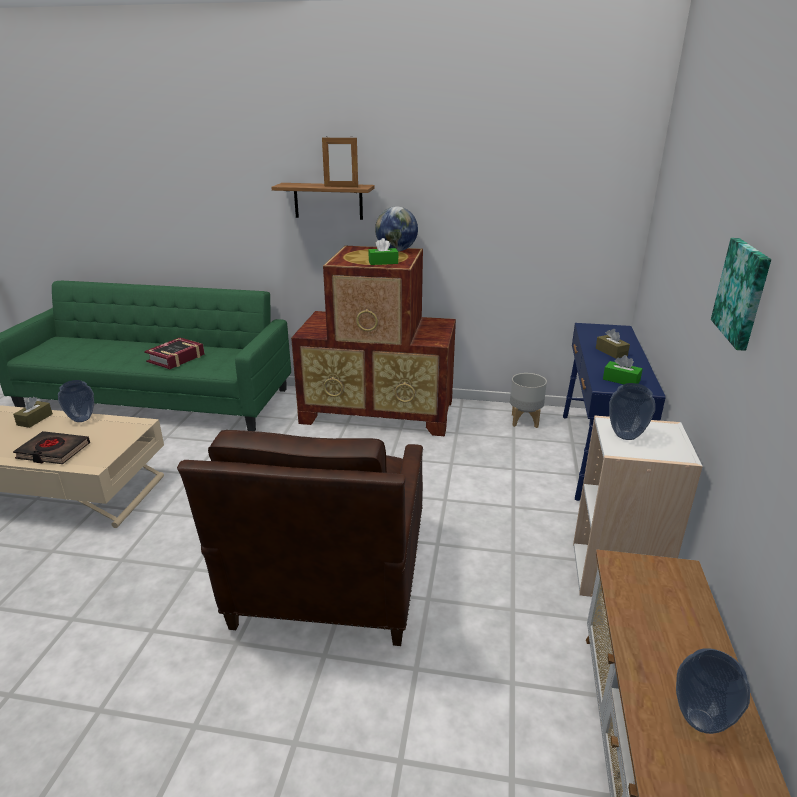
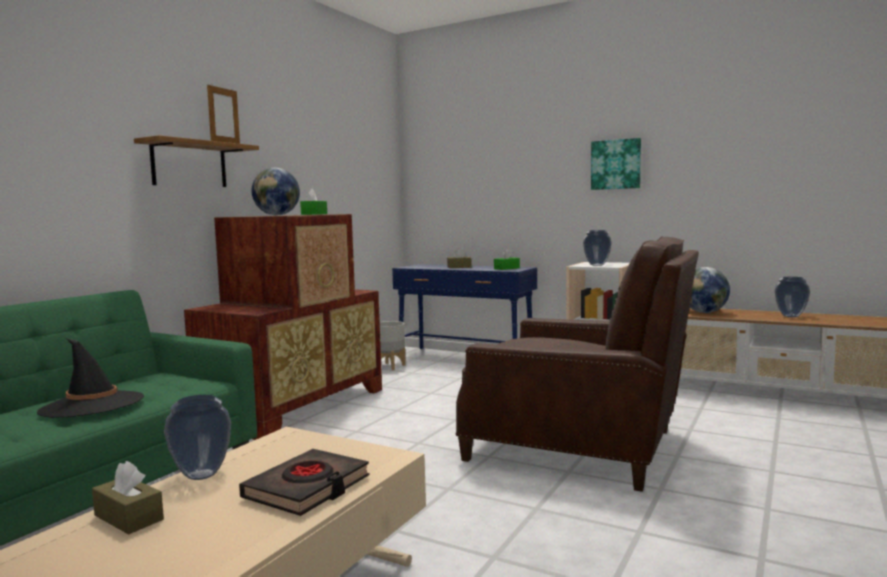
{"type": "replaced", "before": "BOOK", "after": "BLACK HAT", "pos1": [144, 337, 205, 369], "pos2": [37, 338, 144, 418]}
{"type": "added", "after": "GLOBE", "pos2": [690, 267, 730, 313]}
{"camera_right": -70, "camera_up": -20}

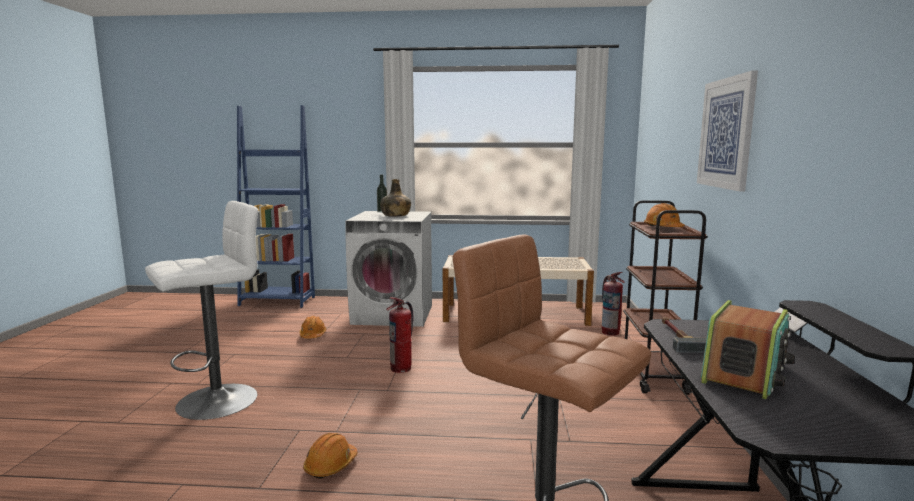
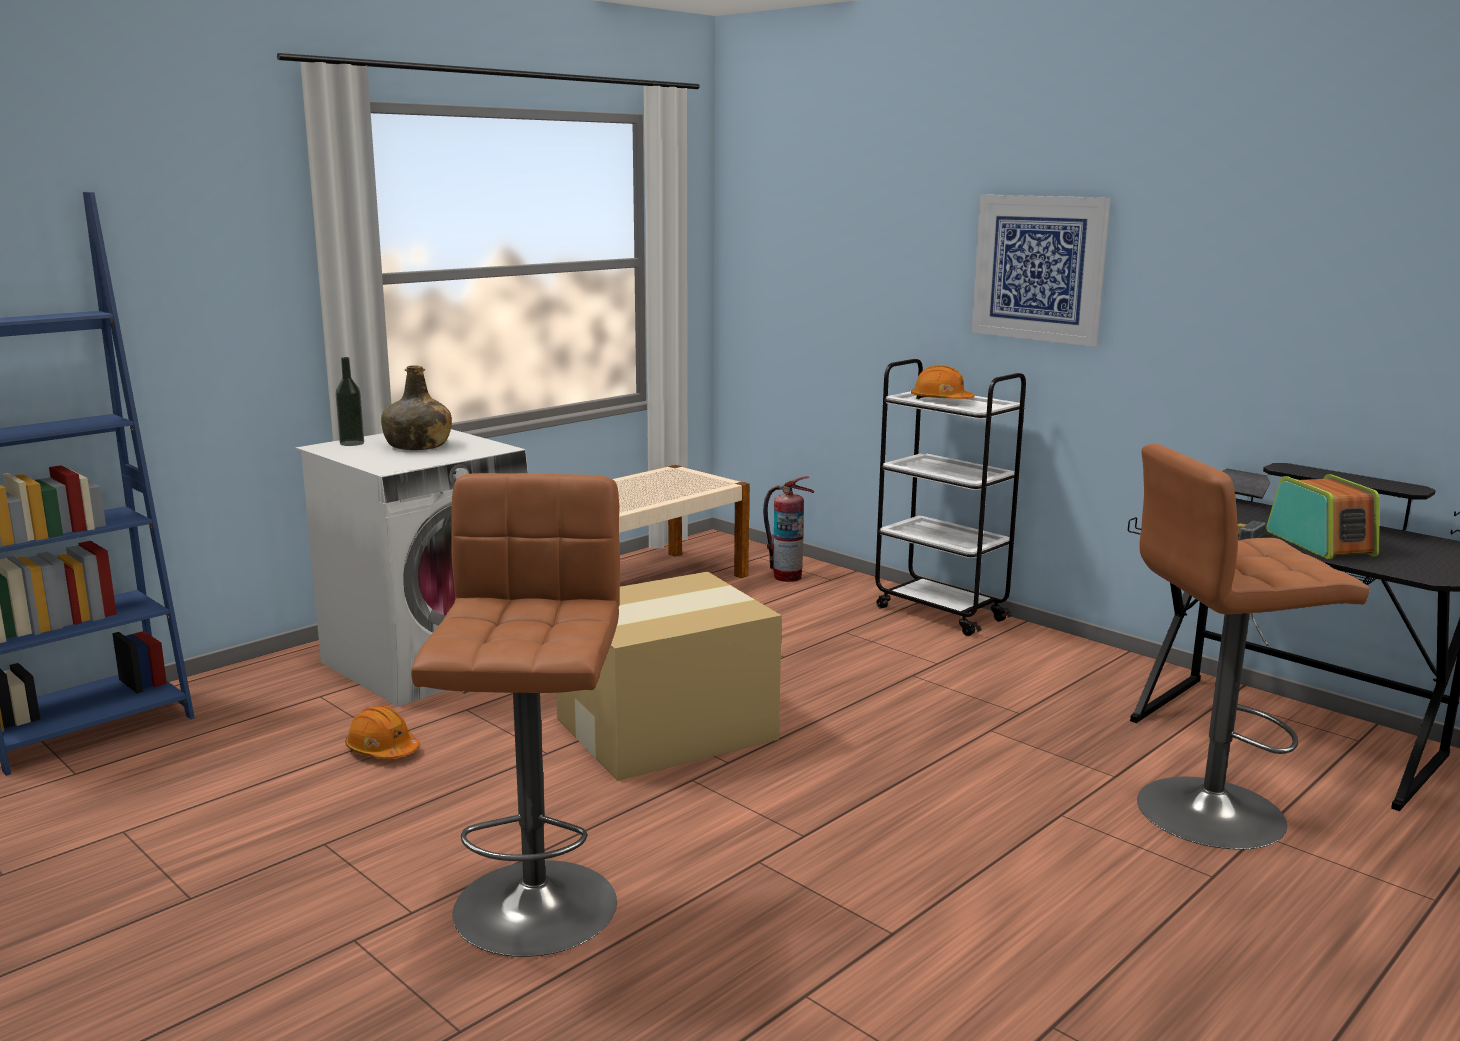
{"type": "recoloured", "before": "BROWN CART", "after": "WHITE CART", "pos1": [623, 200, 708, 395], "pos2": [875, 359, 1026, 636]}
{"type": "recoloured", "before": "WHITE STOOL", "after": "BROWN STOOL", "pos1": [145, 201, 258, 420], "pos2": [411, 473, 620, 957]}
{"type": "replaced", "before": "FIRE EXTINGUISHER", "after": "CARDBOARD BOX", "pos1": [386, 297, 414, 373], "pos2": [556, 572, 782, 781]}
{"type": "removed", "before": "ORANGE HARD HAT", "pos1": [303, 433, 358, 479]}
{"camera_right": -50, "camera_up": 5}

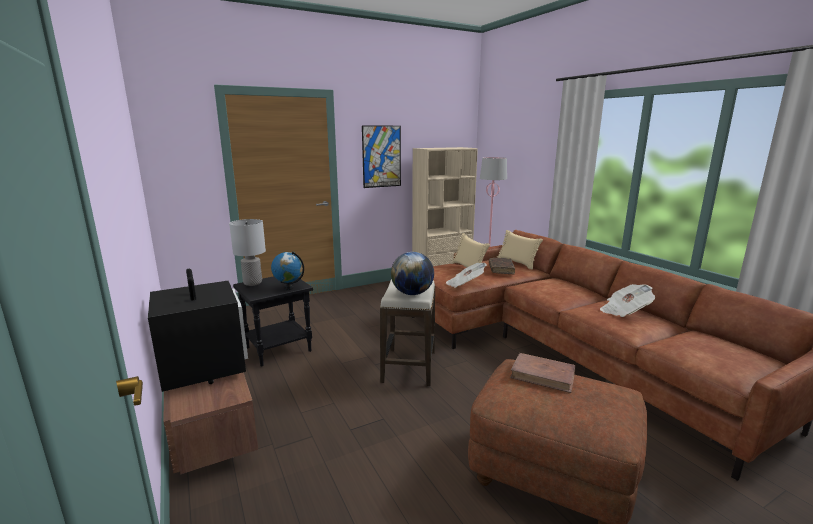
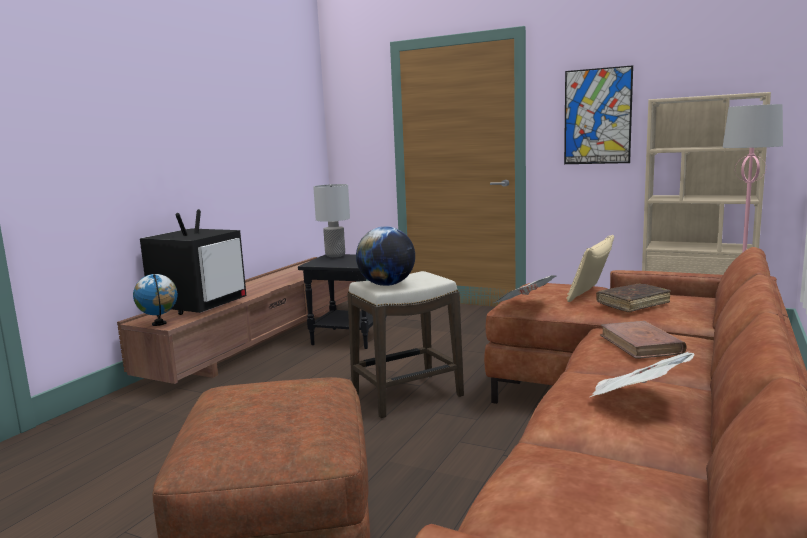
{"type": "removed", "before": "BEIGE PILLOW", "pos1": [497, 230, 543, 270]}
{"type": "moved", "before": "GLOBE", "pos1": [271, 252, 304, 290], "pos2": [133, 274, 178, 326]}
{"type": "moved", "before": "BROWN BOOK", "pos1": [510, 353, 576, 393], "pos2": [600, 321, 687, 359]}
{"camera_right": 55, "camera_up": -5}

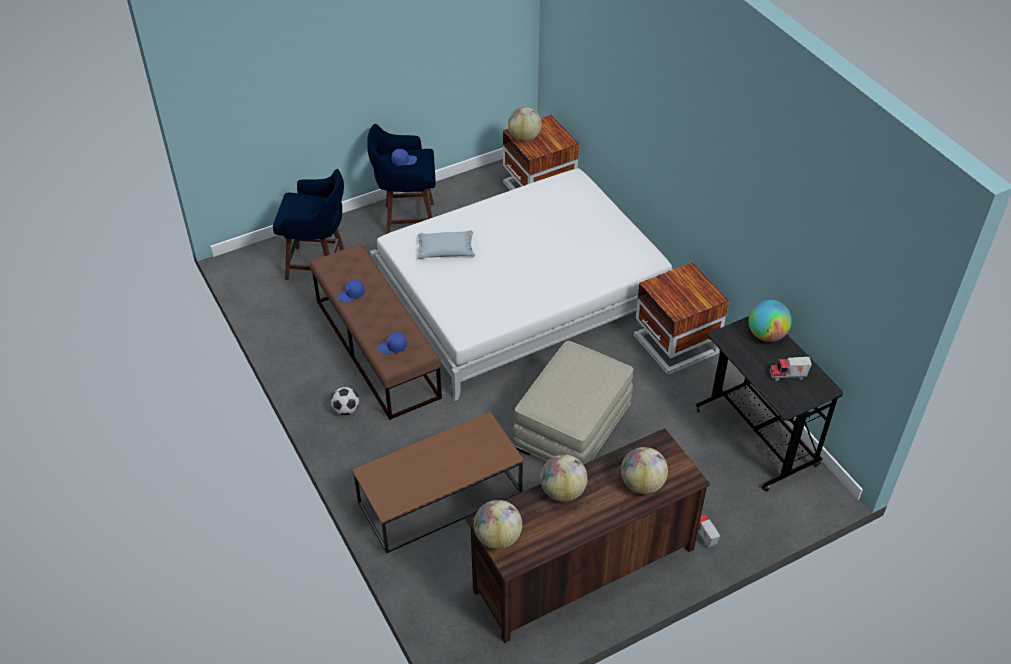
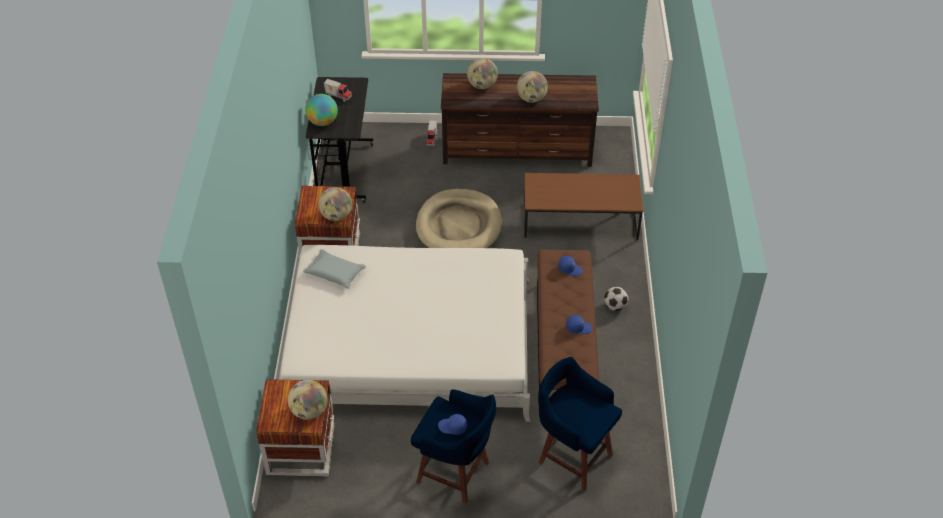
{"type": "moved", "before": "BLUE PILLOW", "pos1": [418, 230, 475, 259], "pos2": [303, 249, 366, 289]}
{"type": "replaced", "before": "BEIGE OTTOMAN", "after": "BEIGE DOG BED", "pos1": [513, 341, 633, 464], "pos2": [416, 189, 502, 248]}
{"type": "moved", "before": "GLOBE", "pos1": [474, 500, 522, 549], "pos2": [318, 187, 352, 221]}
{"camera_right": -150, "camera_up": 0}

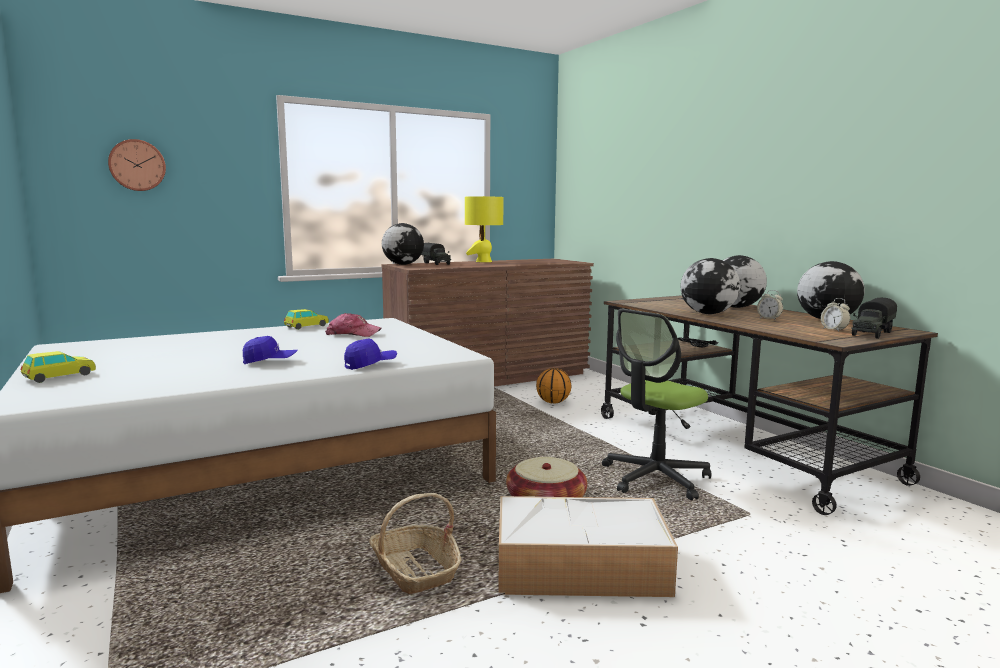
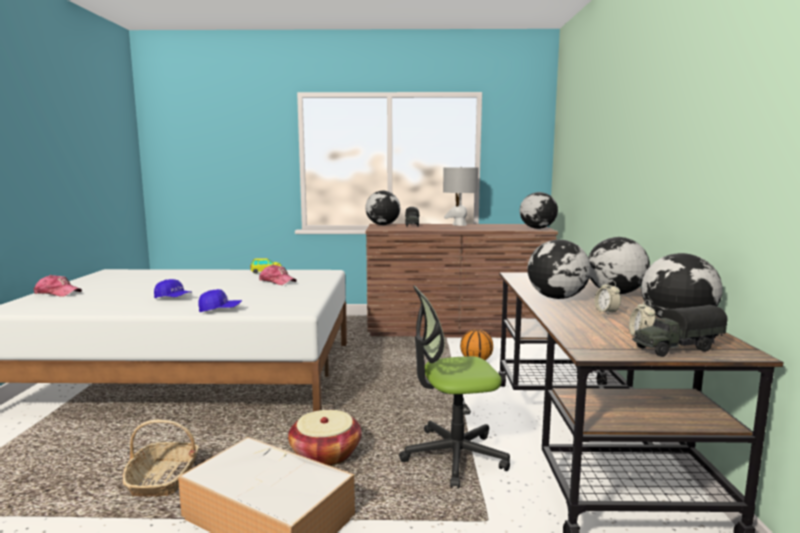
{"type": "removed", "before": "WALL CLOCK", "pos1": [108, 139, 166, 191]}
{"type": "recoloured", "before": "YELLOW TABLE LAMP", "after": "GREY TABLE LAMP", "pos1": [465, 196, 504, 262], "pos2": [443, 167, 479, 226]}
{"type": "replaced", "before": "TOY CAR", "after": "CAP", "pos1": [21, 351, 96, 383], "pos2": [34, 275, 82, 297]}
{"type": "added", "after": "GLOBE", "pos2": [520, 192, 558, 229]}
{"camera_right": 30, "camera_up": 0}

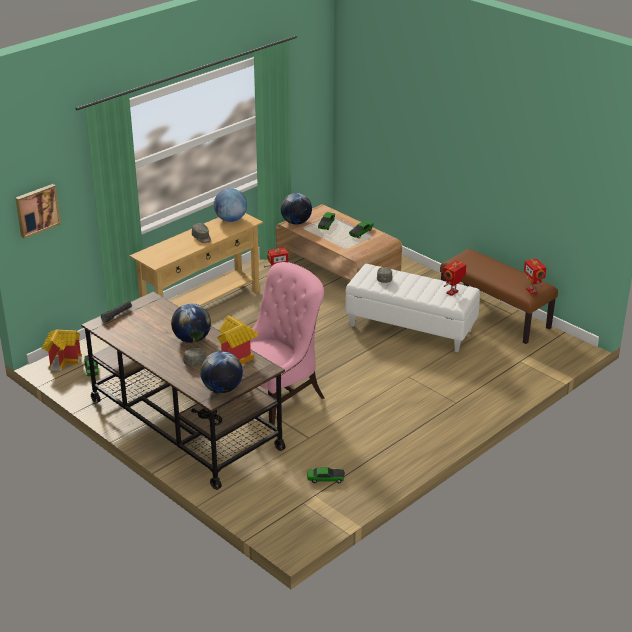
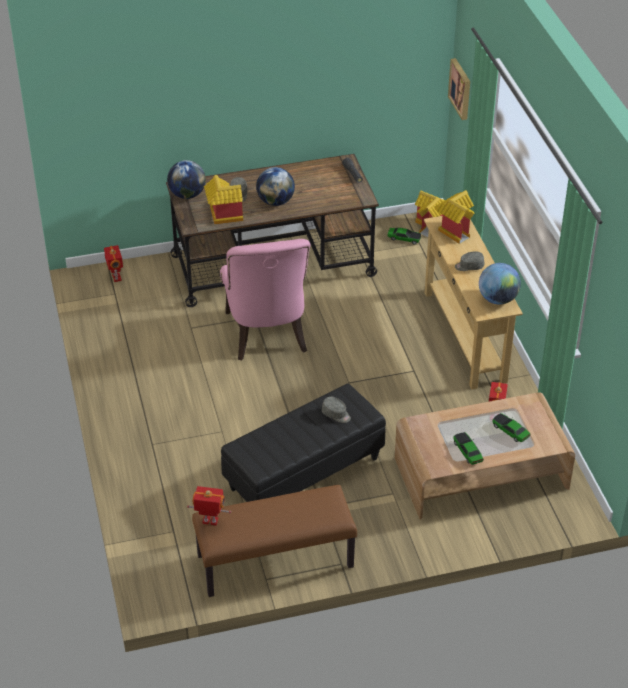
{"type": "removed", "before": "GLOBE", "pos1": [281, 193, 312, 224]}
{"type": "moved", "before": "TOY ROBOT", "pos1": [443, 260, 466, 296], "pos2": [104, 245, 123, 282]}
{"type": "recoloured", "before": "WHITE OTTOMAN", "after": "BLACK OTTOMAN", "pos1": [345, 264, 480, 352], "pos2": [221, 383, 386, 502]}
{"type": "removed", "before": "TOY CAR", "pos1": [307, 467, 345, 483]}
{"type": "added", "after": "TOY HOUSE", "pos2": [435, 190, 475, 244]}
{"camera_right": 120, "camera_up": 10}

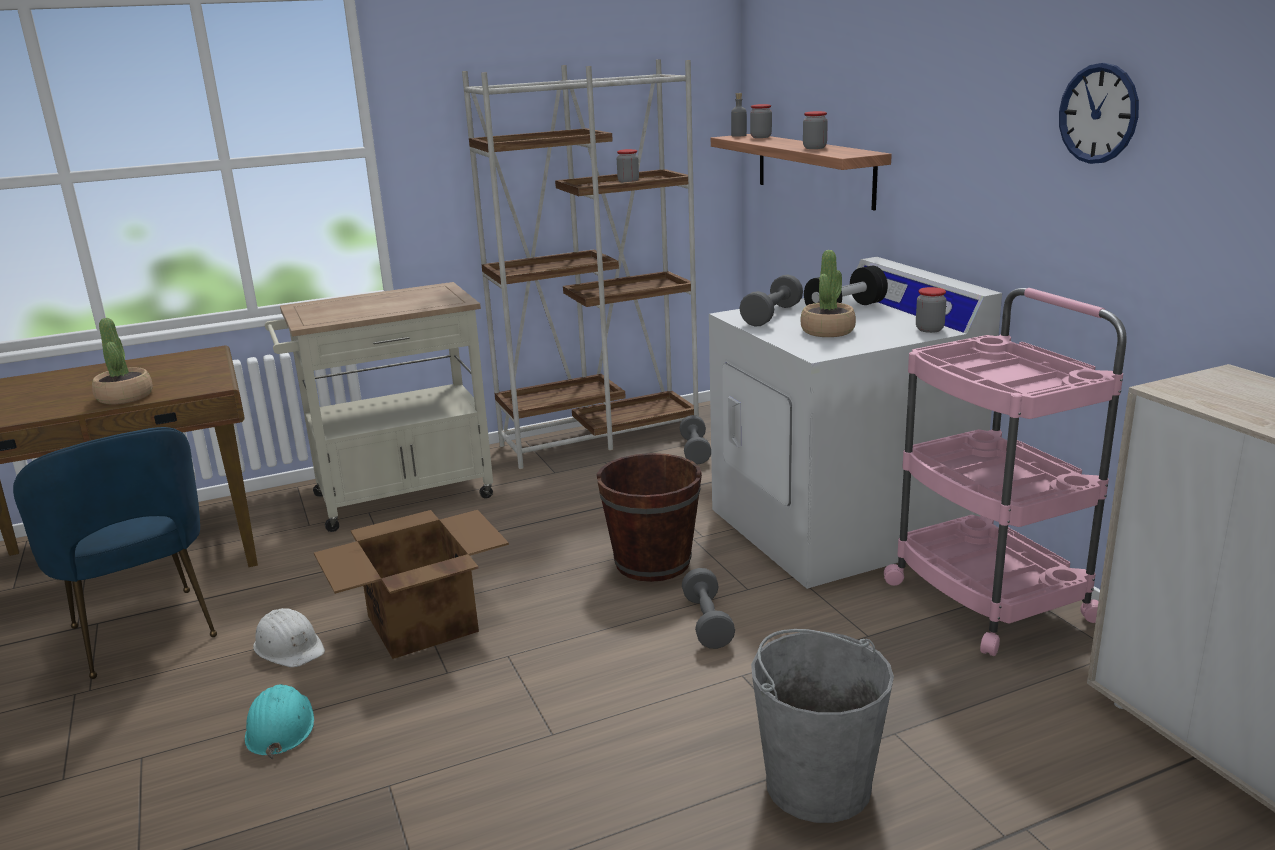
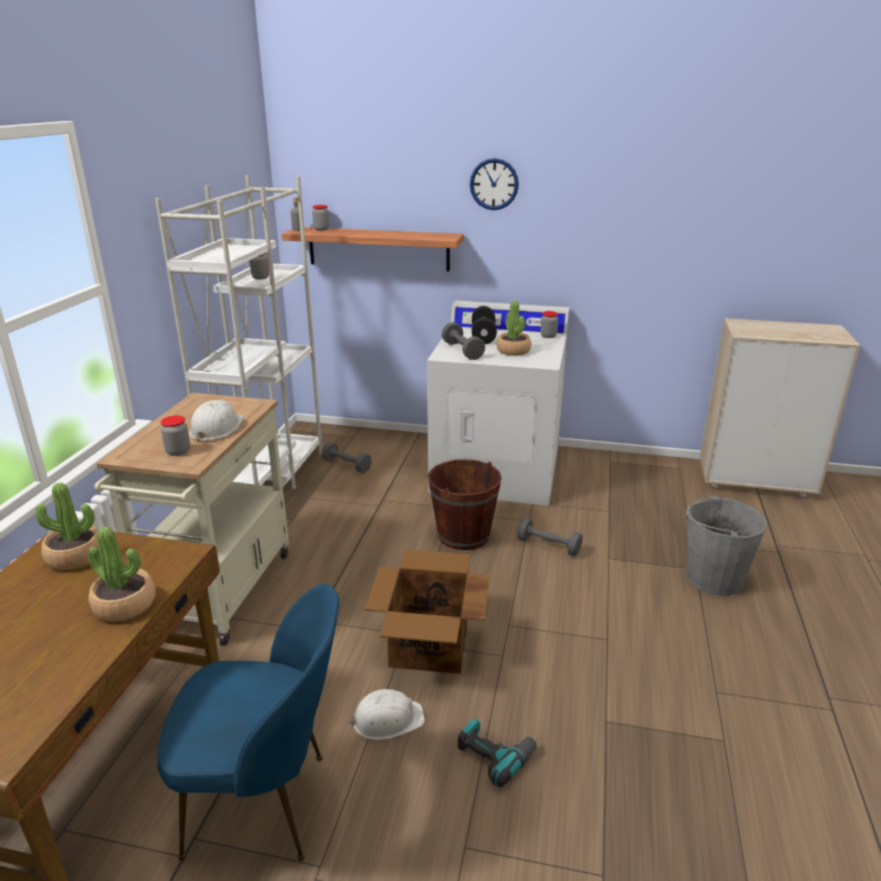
{"type": "recoloured", "before": "BROWN BOOKCASE", "after": "WHITE BOOKCASE", "pos1": [462, 59, 699, 469], "pos2": [155, 175, 322, 489]}
{"type": "moved", "before": "WALL CLOCK", "pos1": [1059, 63, 1139, 164], "pos2": [470, 158, 519, 210]}
{"type": "moved", "before": "JAR", "pos1": [803, 111, 828, 149], "pos2": [160, 415, 190, 456]}
{"type": "removed", "before": "PINK CART", "pos1": [884, 288, 1126, 656]}
{"type": "replaced", "before": "TURQUOISE HARD HAT", "after": "POWER DRILL", "pos1": [245, 684, 314, 759], "pos2": [458, 718, 537, 787]}
{"type": "added", "after": "WHITE HARD HAT", "pos2": [189, 400, 244, 443]}
{"type": "added", "after": "POTTED PLANT", "pos2": [35, 482, 100, 570]}
{"camera_right": -55, "camera_up": 5}

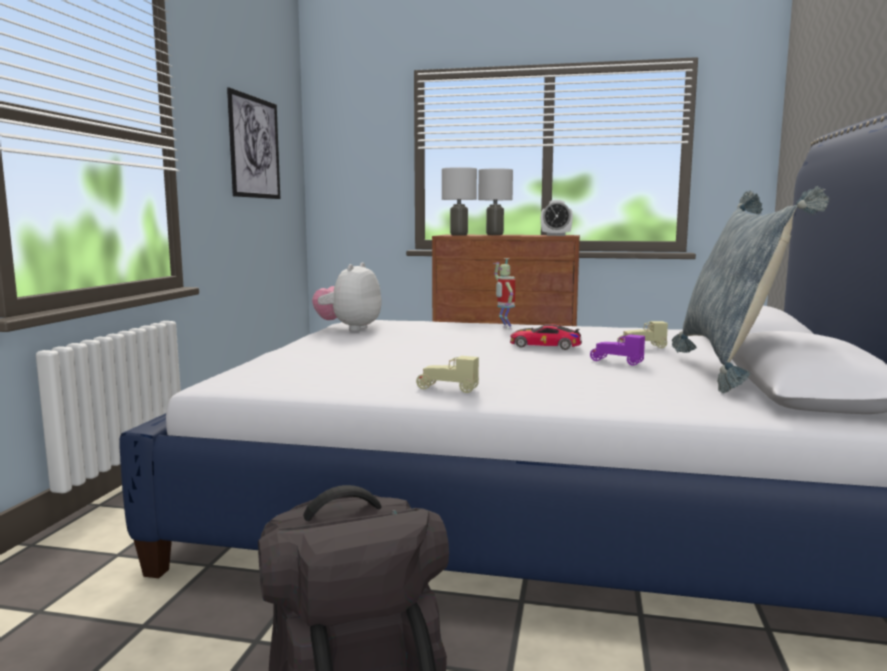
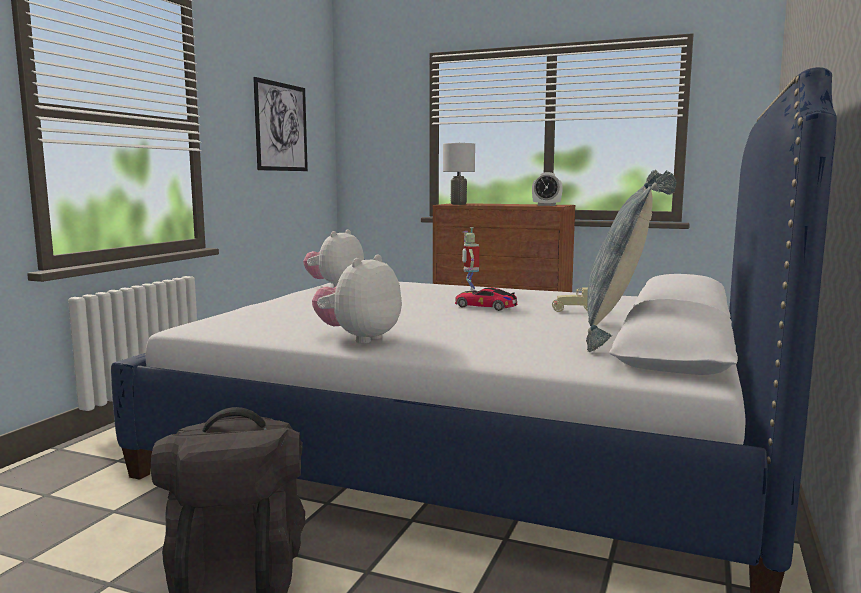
{"type": "removed", "before": "WHITE TABLE LAMP", "pos1": [478, 168, 513, 235]}
{"type": "removed", "before": "PURPLE TOY CAR", "pos1": [590, 334, 645, 366]}
{"type": "replaced", "before": "BEIGE TOY CAR", "after": "PLUSH TOY", "pos1": [416, 356, 479, 393], "pos2": [312, 255, 402, 344]}
{"camera_right": 10, "camera_up": 0}

